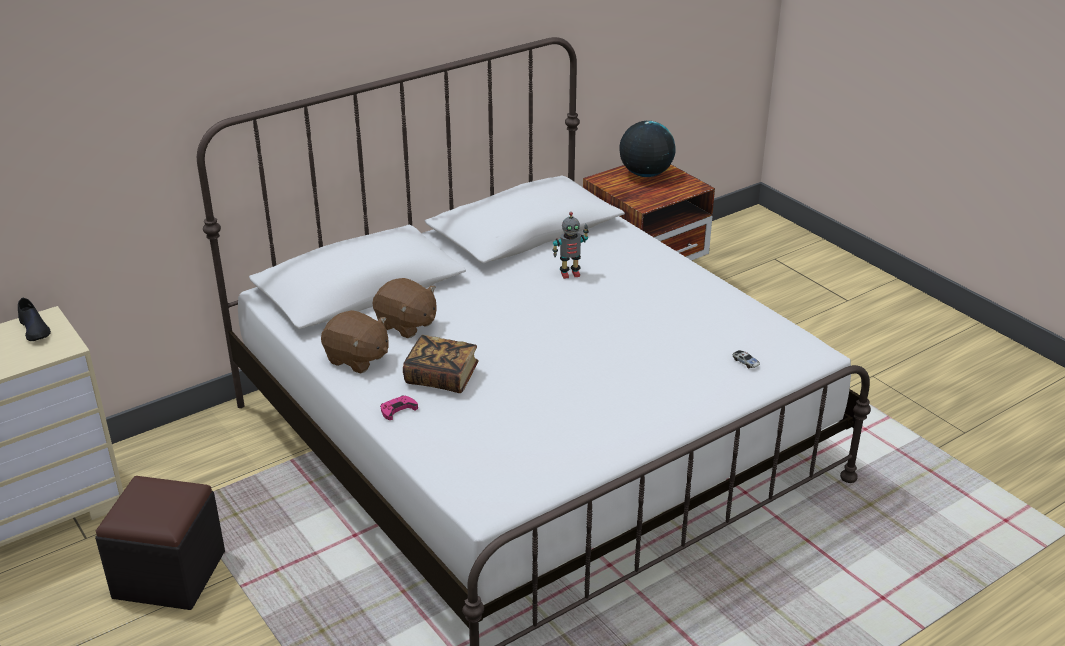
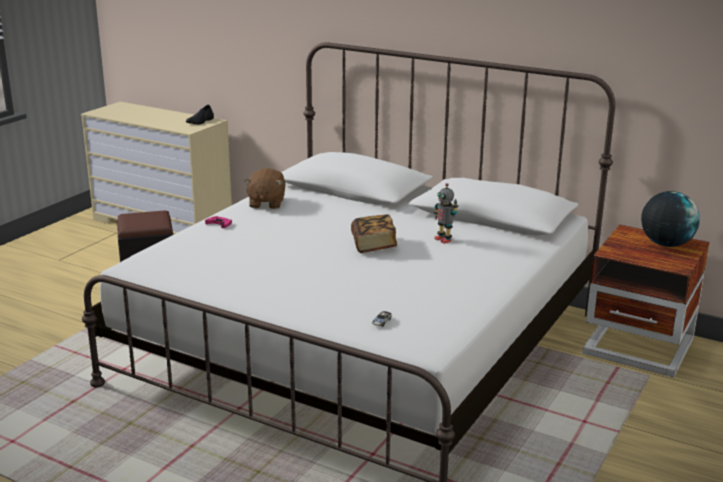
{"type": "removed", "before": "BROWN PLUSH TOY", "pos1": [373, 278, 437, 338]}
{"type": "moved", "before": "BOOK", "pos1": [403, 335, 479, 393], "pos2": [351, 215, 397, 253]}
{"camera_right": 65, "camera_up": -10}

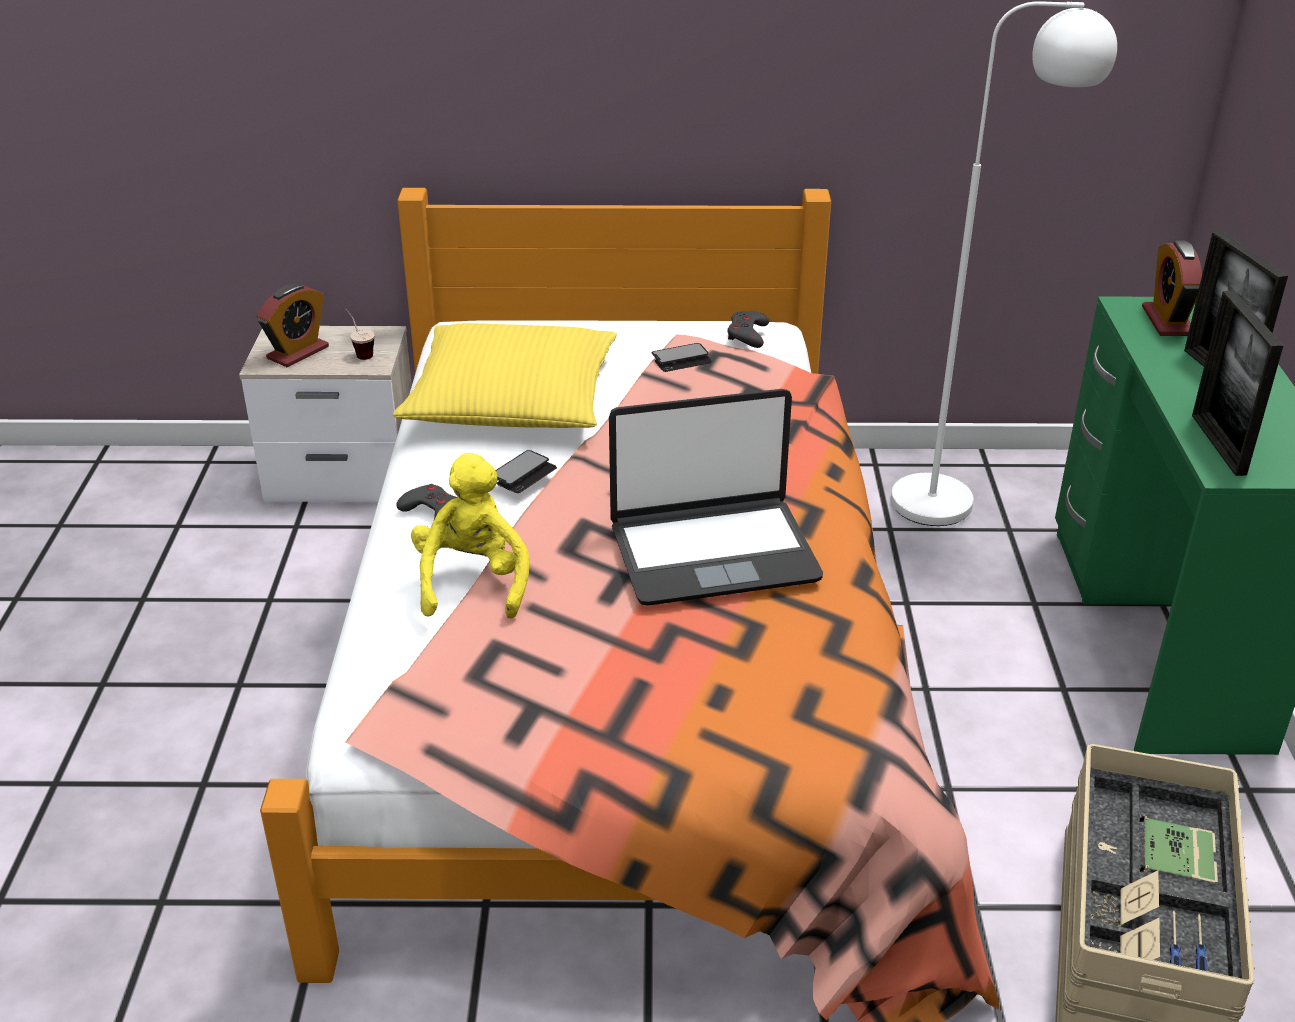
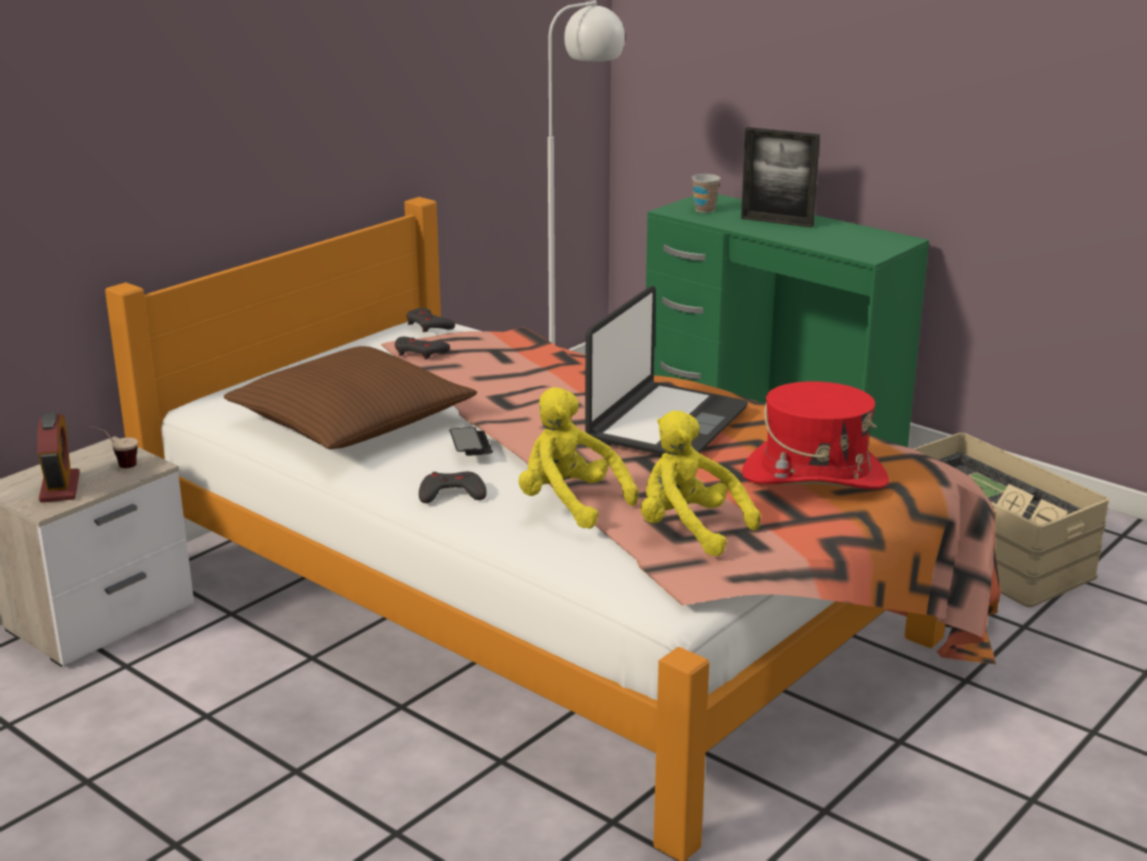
{"type": "replaced", "before": "ALARM CLOCK", "after": "CUP", "pos1": [1142, 240, 1203, 336], "pos2": [692, 174, 721, 213]}
{"type": "removed", "before": "PICTURE FRAME", "pos1": [1192, 291, 1283, 476]}
{"type": "recoloured", "before": "YELLOW PILLOW", "after": "BROWN PILLOW", "pos1": [393, 323, 617, 428], "pos2": [224, 346, 477, 449]}
{"type": "replaced", "before": "PHONE", "after": "GREY GAME CONTROLLER", "pos1": [652, 343, 712, 372], "pos2": [395, 337, 450, 360]}
{"type": "added", "after": "RED HAT", "pos2": [742, 381, 889, 489]}
{"type": "added", "after": "YELLOW PLUSH TOY", "pos2": [641, 411, 761, 556]}
{"camera_right": -50, "camera_up": -10}

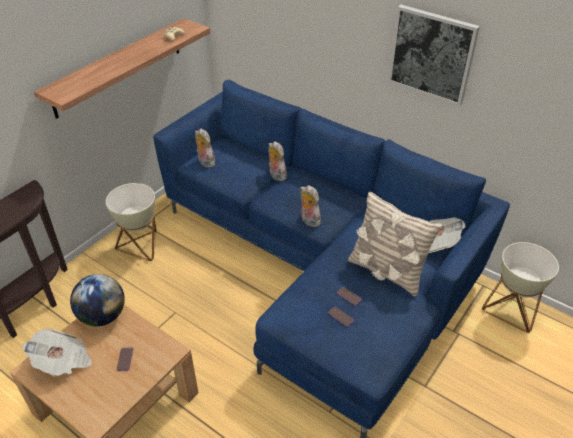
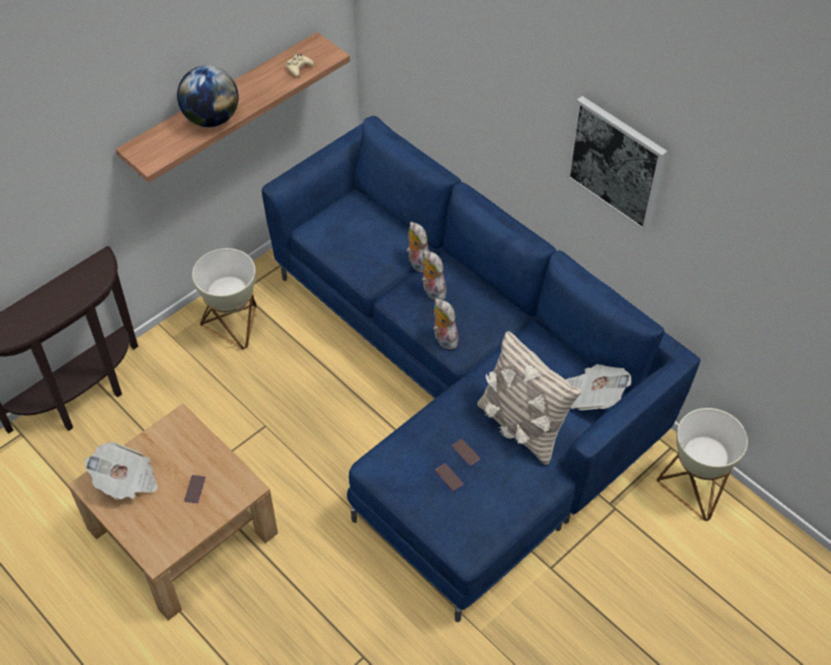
{"type": "moved", "before": "PLUSH TOY", "pos1": [195, 128, 215, 168], "pos2": [422, 250, 446, 300]}
{"type": "moved", "before": "GLOBE", "pos1": [70, 274, 125, 326], "pos2": [177, 66, 238, 127]}
{"camera_right": 10, "camera_up": 10}

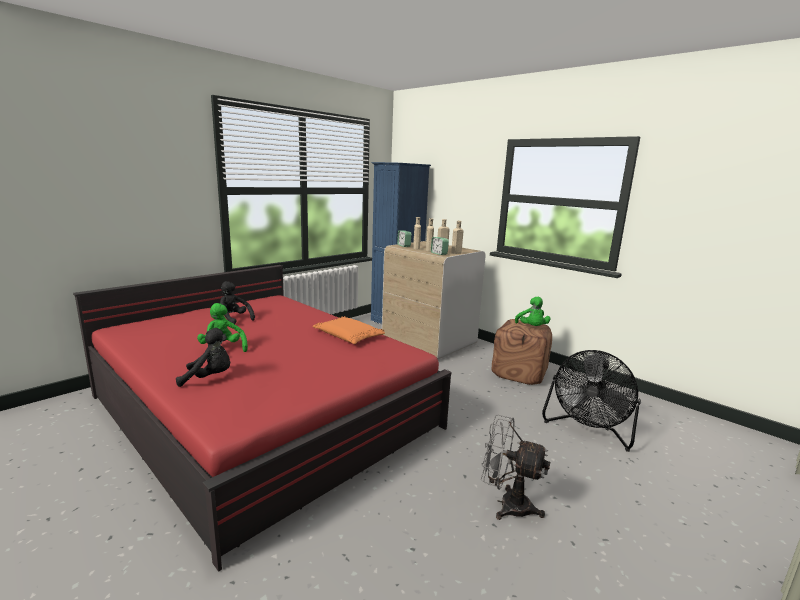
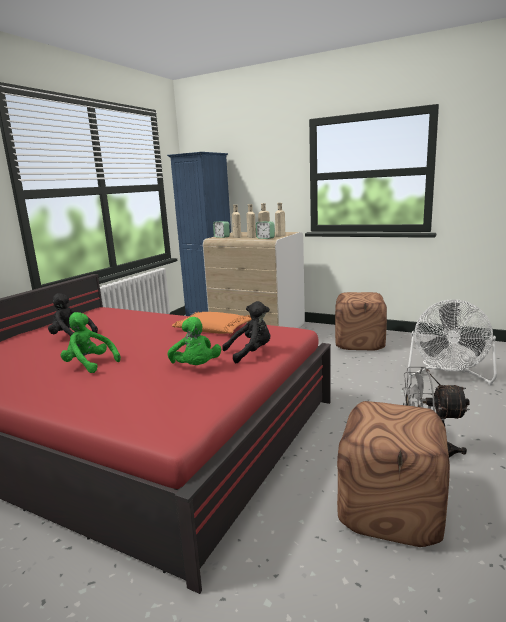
{"type": "moved", "before": "GREEN PLUSH TOY", "pos1": [515, 297, 551, 326], "pos2": [168, 317, 222, 365]}
{"type": "moved", "before": "BLACK PLUSH TOY", "pos1": [176, 328, 230, 387], "pos2": [222, 301, 271, 363]}
{"type": "recoloured", "before": "BLACK FAN", "after": "WHITE FAN", "pos1": [542, 350, 641, 452], "pos2": [408, 299, 497, 386]}
{"type": "added", "after": "BROWN OTTOMAN", "pos2": [337, 401, 450, 547]}
{"camera_right": -15, "camera_up": 0}

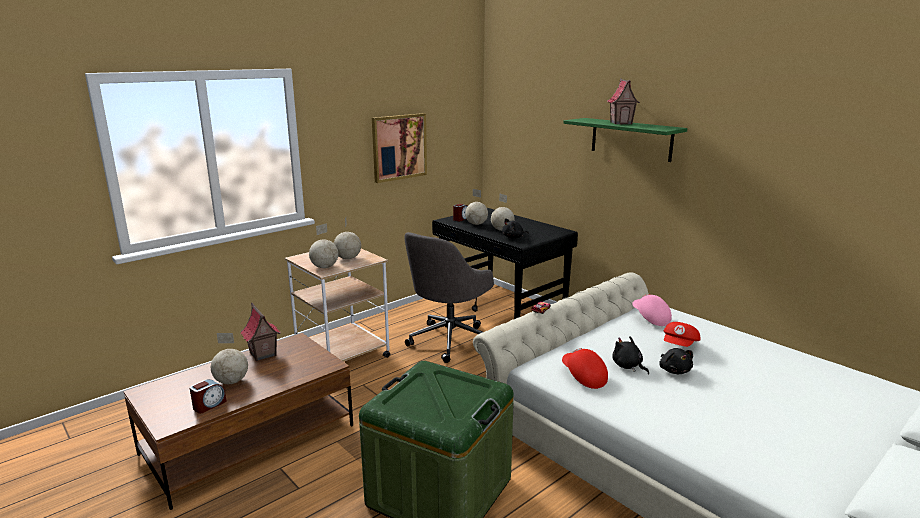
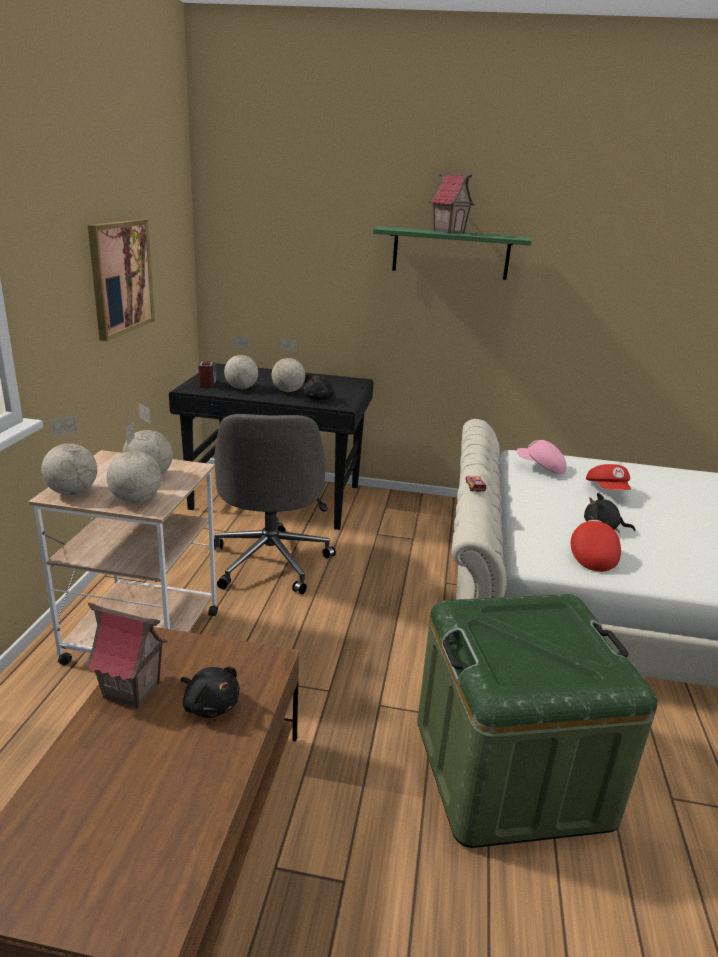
{"type": "moved", "before": "GLOBE", "pos1": [211, 333, 248, 384], "pos2": [41, 416, 97, 495]}
{"type": "turned", "before": "RED CAP", "pos1": [562, 348, 608, 389], "pos2": [571, 520, 621, 572], "turn": 75}
{"type": "moved", "before": "BLACK PLUSH TOY", "pos1": [659, 348, 693, 374], "pos2": [181, 667, 240, 718]}
{"type": "removed", "before": "ALARM CLOCK", "pos1": [190, 379, 227, 413]}
{"camera_right": -40, "camera_up": 5}

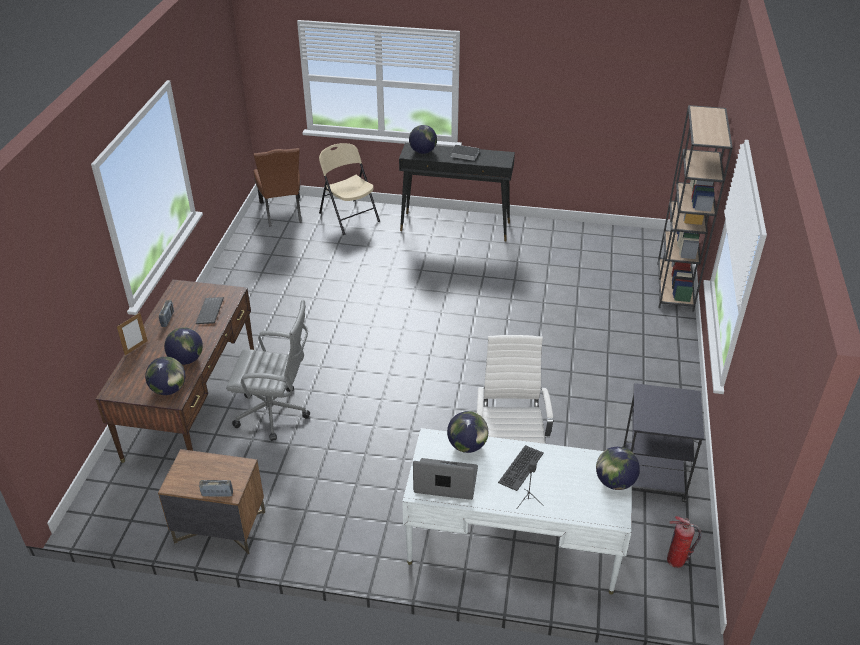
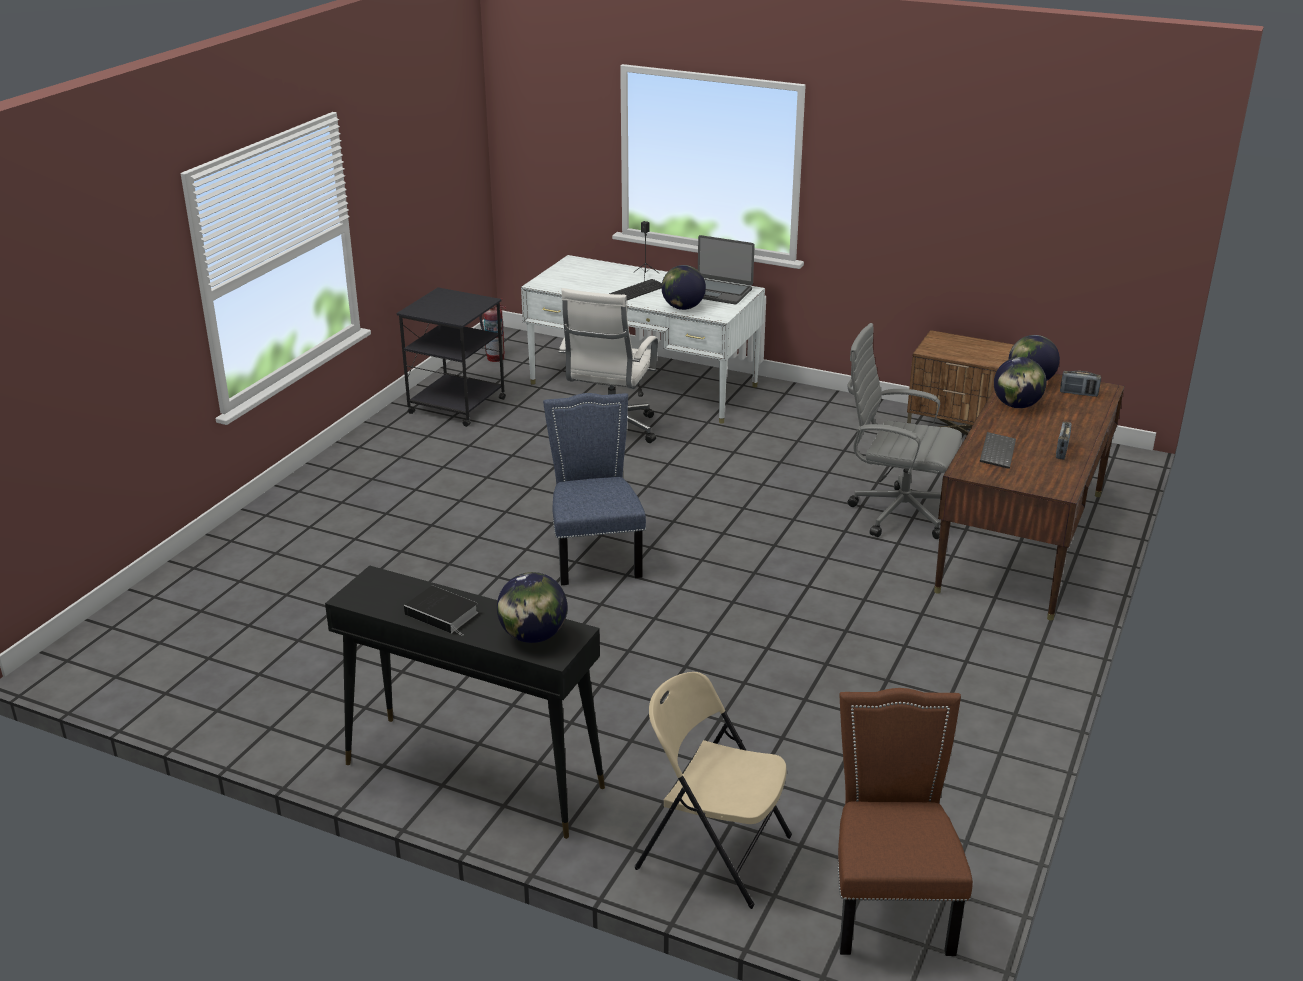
{"type": "removed", "before": "BOOKCASE", "pos1": [657, 105, 733, 312]}
{"type": "turned", "before": "BEIGE CHAIR", "pos1": [319, 143, 380, 235], "pos2": [635, 672, 792, 909], "turn": 135}
{"type": "removed", "before": "PICTURE FRAME", "pos1": [117, 313, 147, 355]}
{"type": "removed", "before": "GLOBE", "pos1": [596, 447, 640, 490]}
{"type": "moved", "before": "RADIO", "pos1": [199, 480, 233, 497], "pos2": [1060, 371, 1101, 397]}
{"type": "added", "after": "BLUE CHAIR", "pos2": [543, 393, 646, 585]}
{"camera_right": -165, "camera_up": -10}

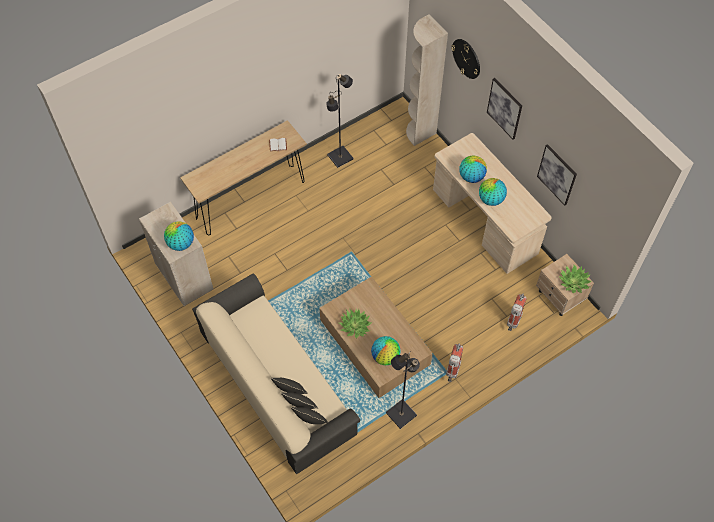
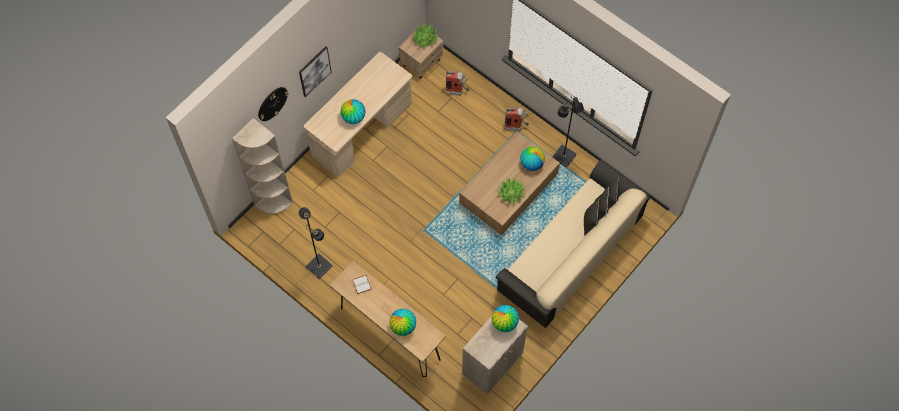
{"type": "removed", "before": "PICTURE", "pos1": [537, 144, 577, 206]}
{"type": "moved", "before": "GLOBE", "pos1": [479, 178, 507, 206], "pos2": [389, 309, 416, 336]}
{"camera_right": -105, "camera_up": 5}

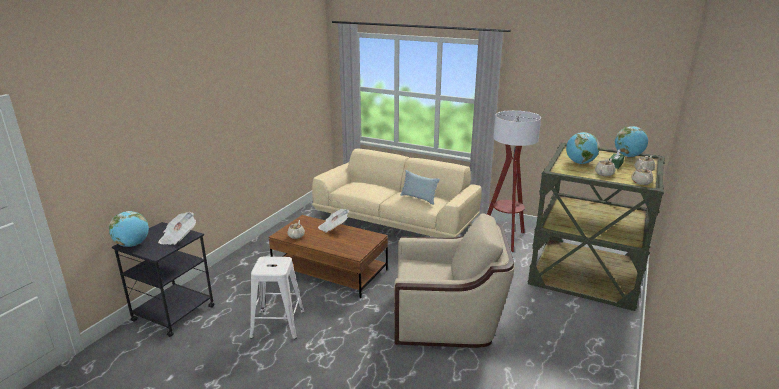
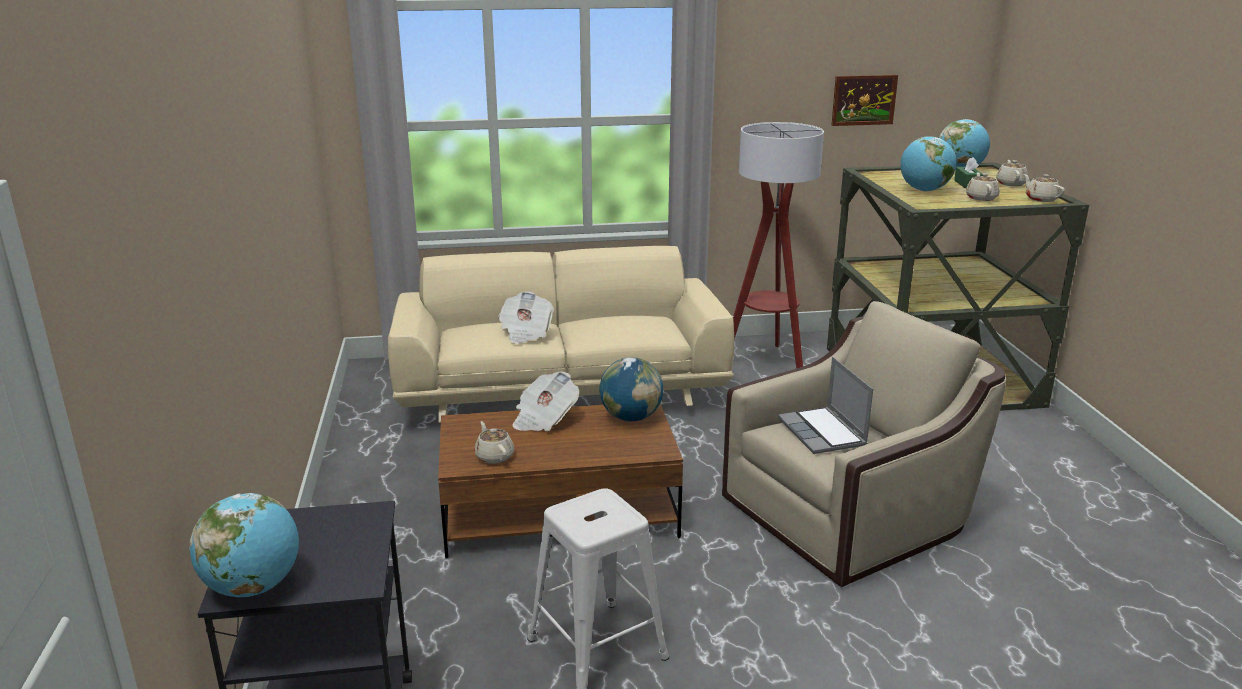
{"type": "removed", "before": "BLUE PILLOW", "pos1": [400, 170, 440, 205]}
{"type": "moved", "before": "NEWSPAPER", "pos1": [158, 212, 196, 245], "pos2": [498, 291, 554, 344]}
{"type": "added", "after": "PICTURE", "pos2": [831, 75, 898, 126]}
{"type": "added", "after": "GLOBE", "pos2": [599, 357, 663, 421]}
{"type": "added", "after": "LAPTOP", "pos2": [778, 357, 873, 454]}
{"camera_right": -35, "camera_up": 0}

